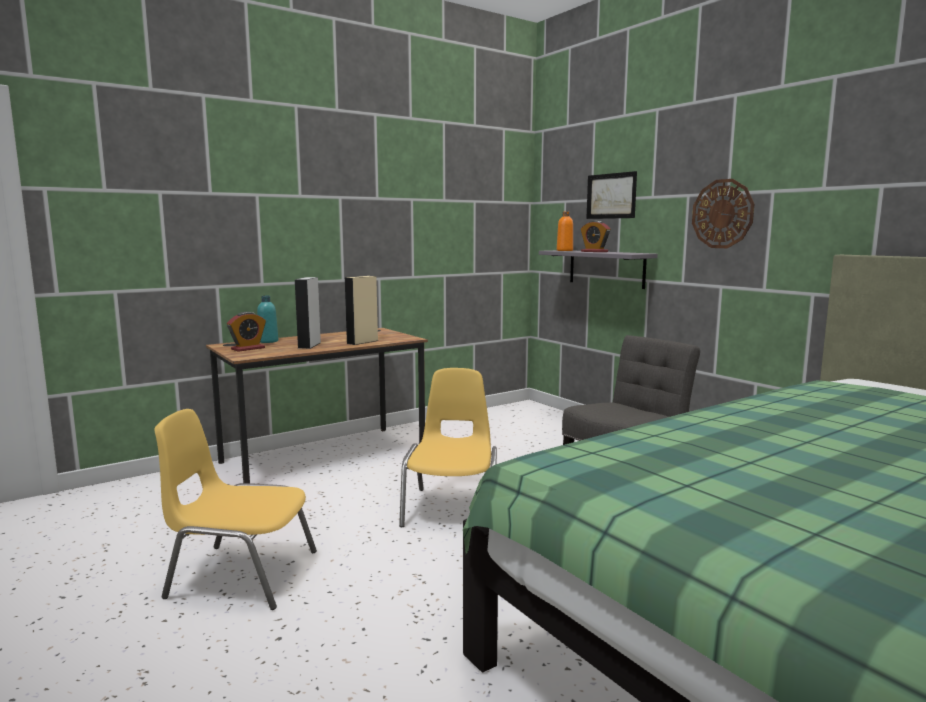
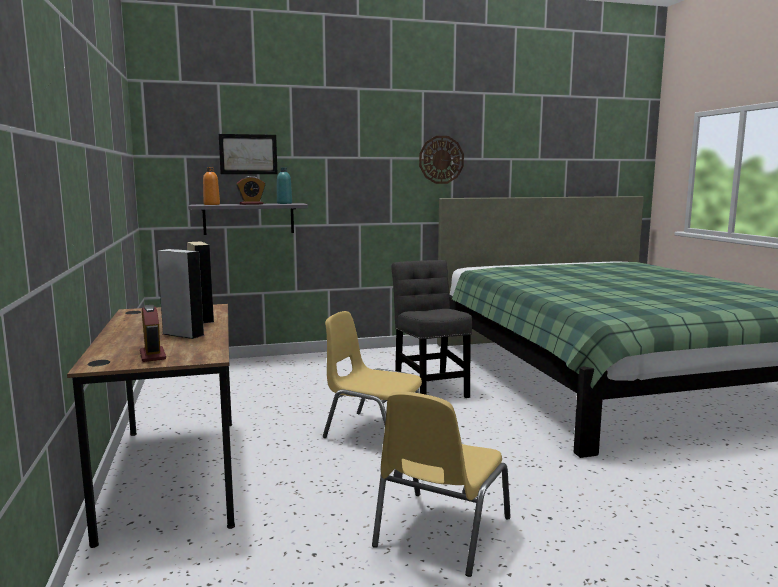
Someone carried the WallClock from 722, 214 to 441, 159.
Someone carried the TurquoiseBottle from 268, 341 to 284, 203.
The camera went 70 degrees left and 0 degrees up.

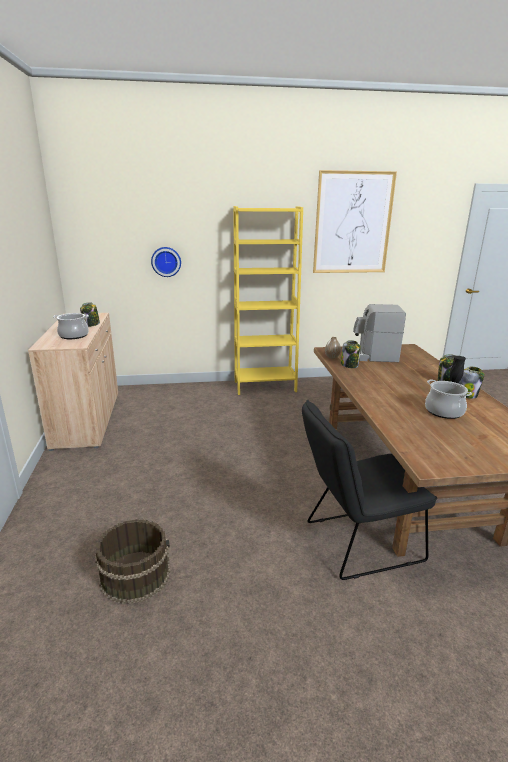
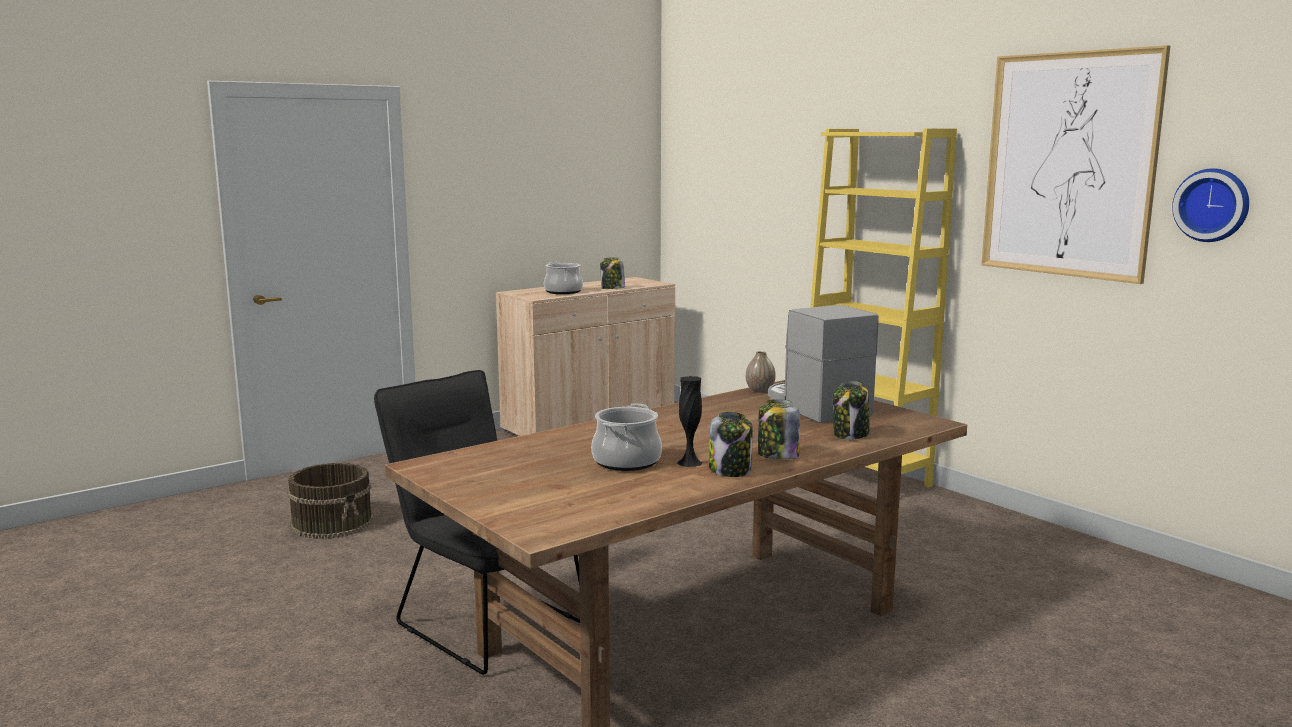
Someone carried the WallClock from 166, 261 to 1212, 205.
Someone carried the Jar from 349, 365 to 851, 434.
The camera went 60 degrees right and 10 degrees down.

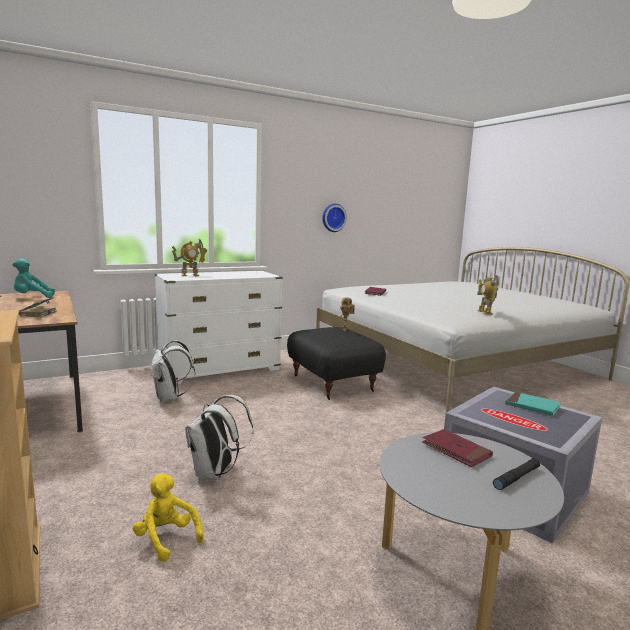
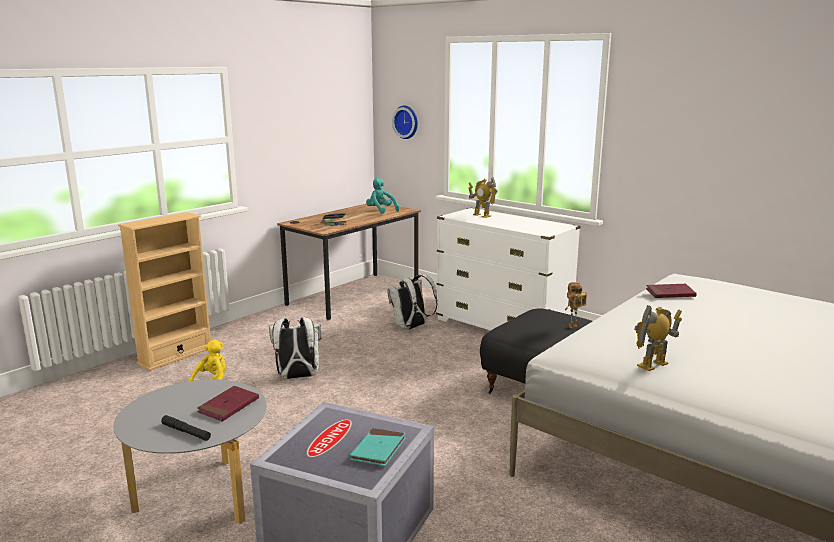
Someone carried the WallClock from 333, 217 to 407, 122.
The camera went 70 degrees right and 5 degrees up.

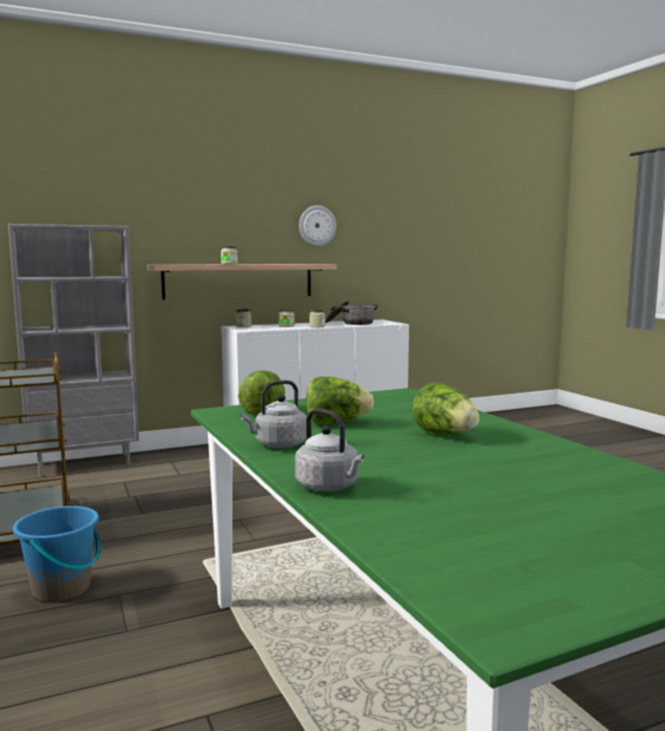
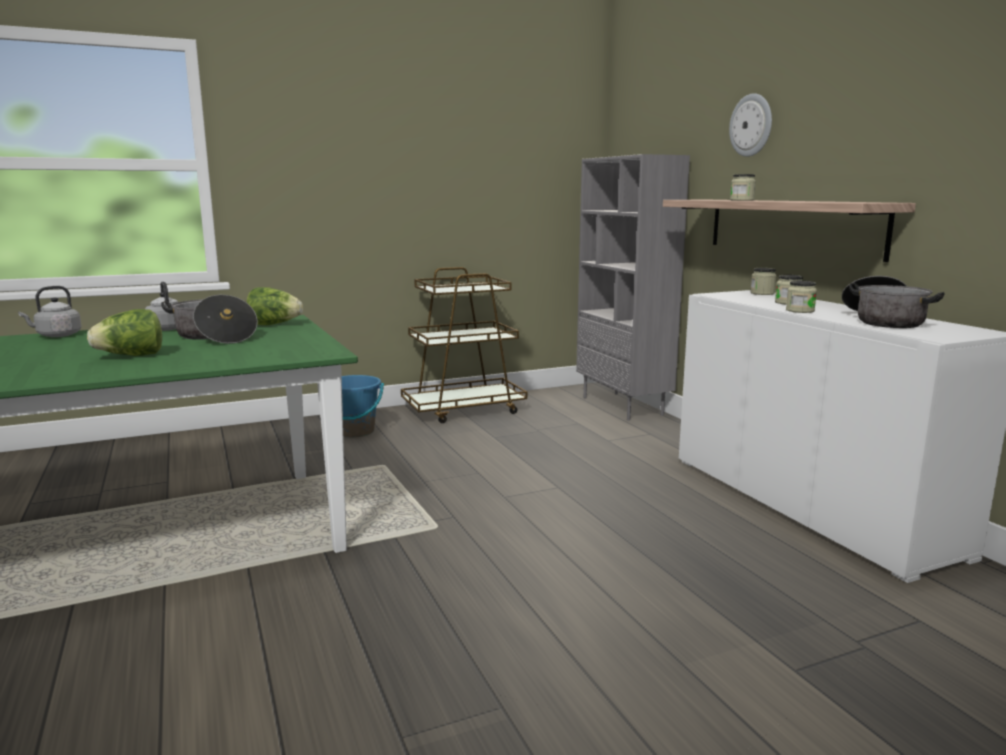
Someone carried the WallClock from 317, 226 to 751, 125.
Someone swapped the Lettuce at 336, 423 for the CookingPot at 214, 336.
The camera went 90 degrees right and 5 degrees up.

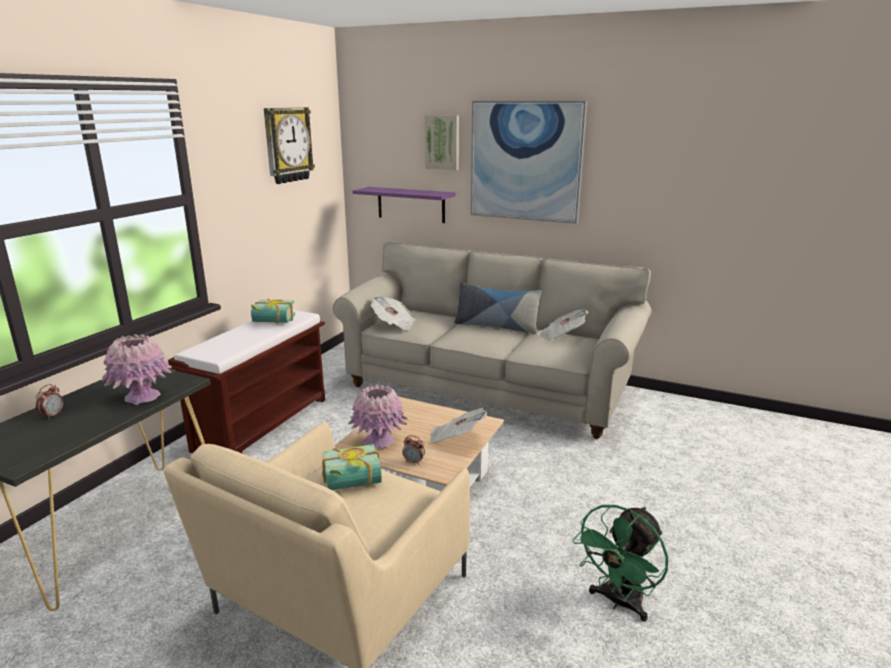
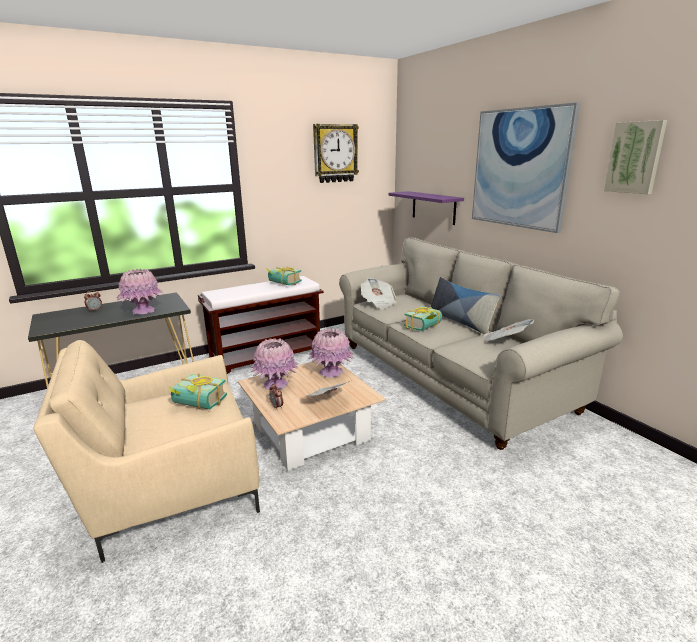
Someone carried the Picture from 442, 142 to 635, 157.
Someone took away the GreenFan at 619, 602.
Someone put down the Book at 425, 327.
Someone put down the PinkVase at 331, 372.
The camera went 35 degrees right and 0 degrees up.

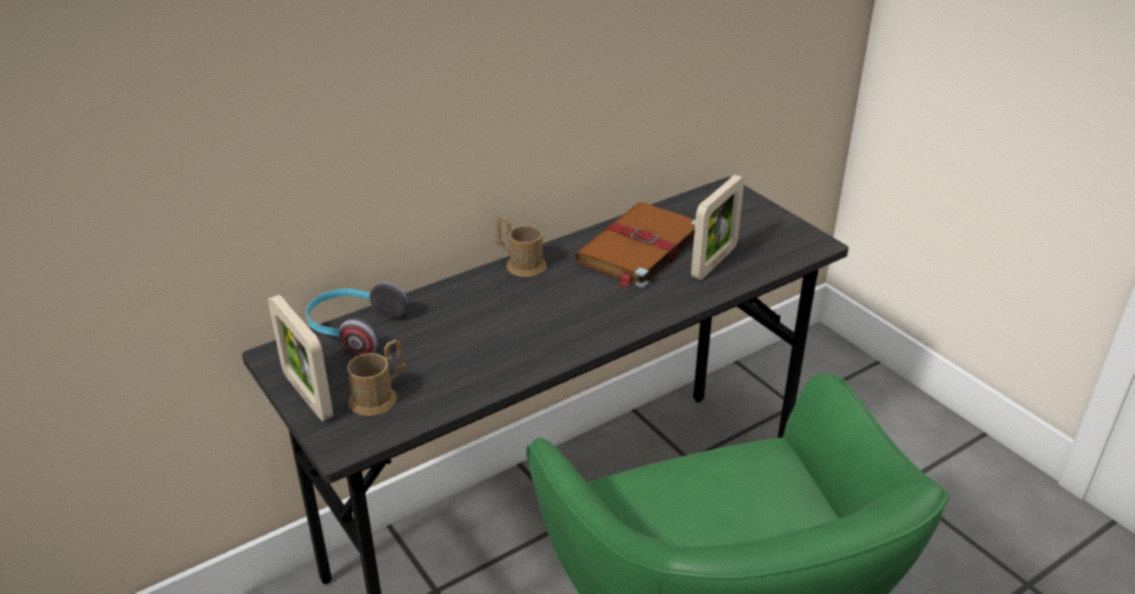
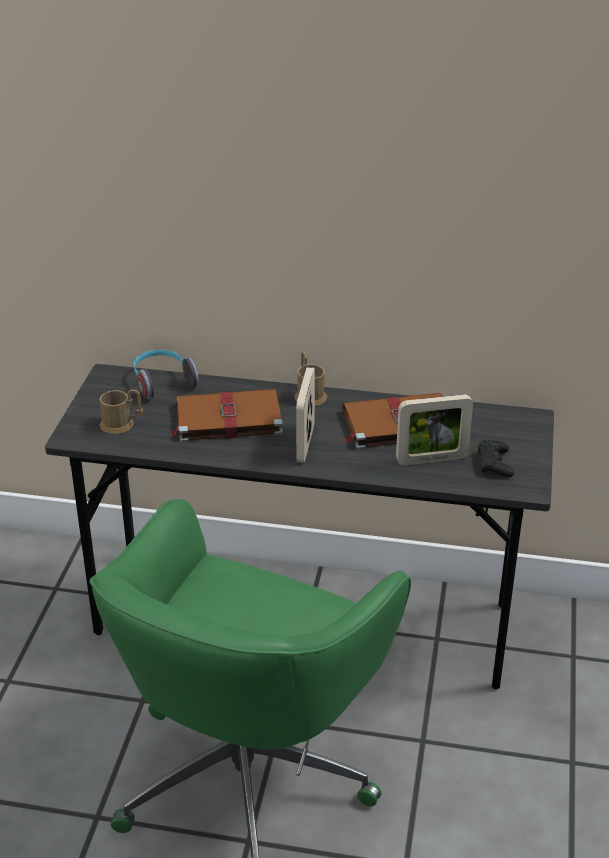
Someone carried the PictureFrame from 307, 396 to 305, 443.
Someone put down the BrownBook at 226, 419.
Someone put down the BlackGameController at 494, 464.
The camera went 45 degrees right and 0 degrees up.

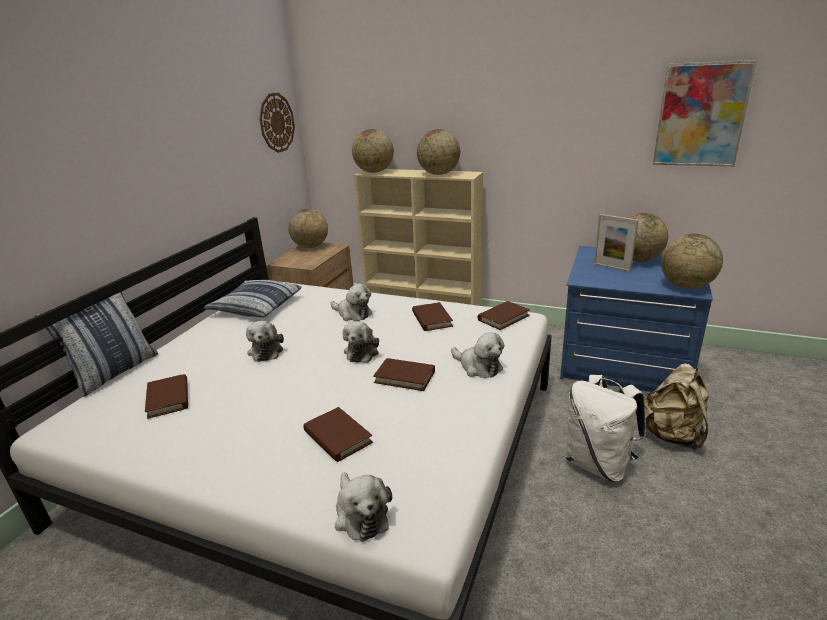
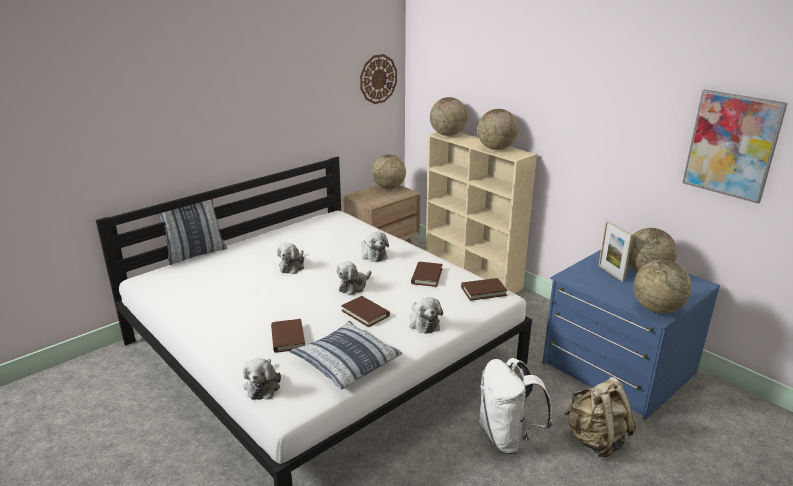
Someone carried the Pillow from 256, 306 to 346, 362.
Someone took away the BrownBook at 168, 398.
The camera went 25 degrees right and 0 degrees up.

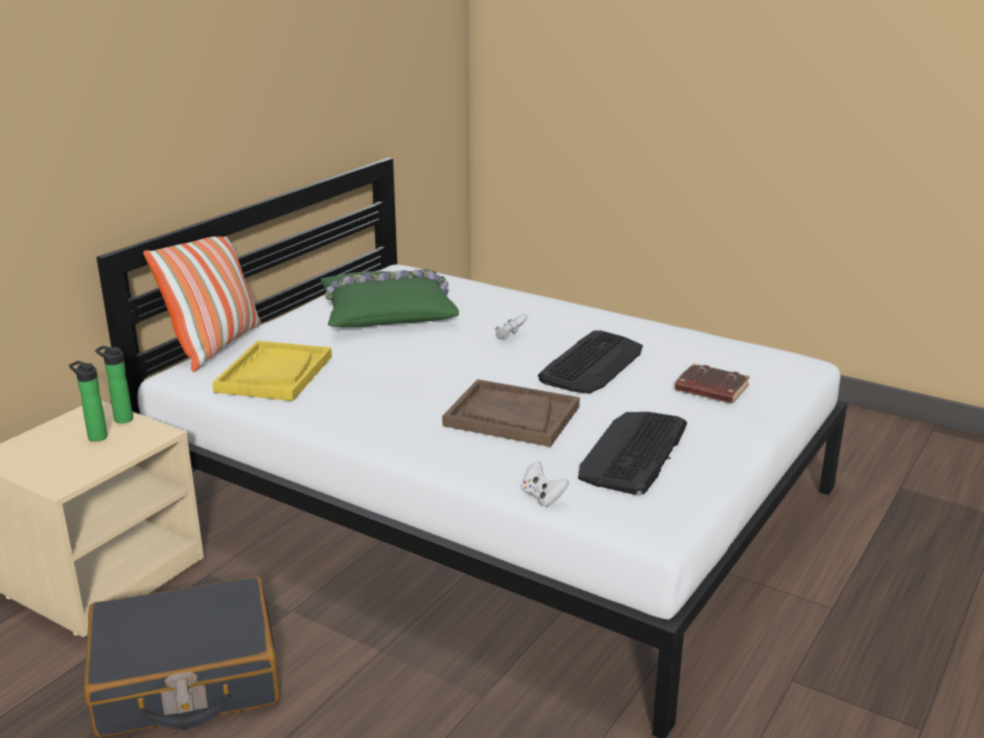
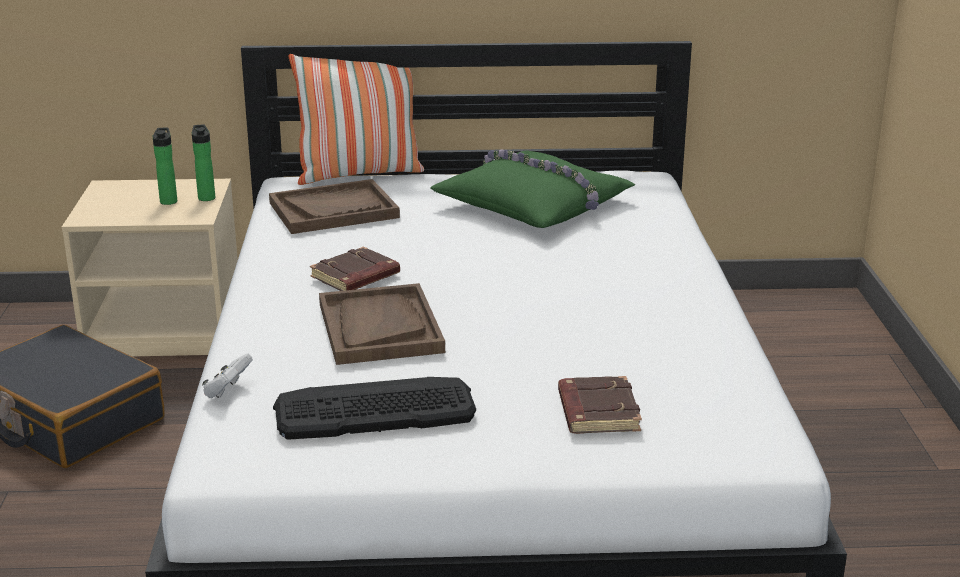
Someone took away the WhiteGameController at 510, 336.
Someone took away the Keyboard at 592, 363.
Someone repainted the YellowTray at 274, 373, which became the BrownTray at 334, 210.
Someone put down the BrownBook at 355, 277.
The camera went 55 degrees right and 0 degrees up.

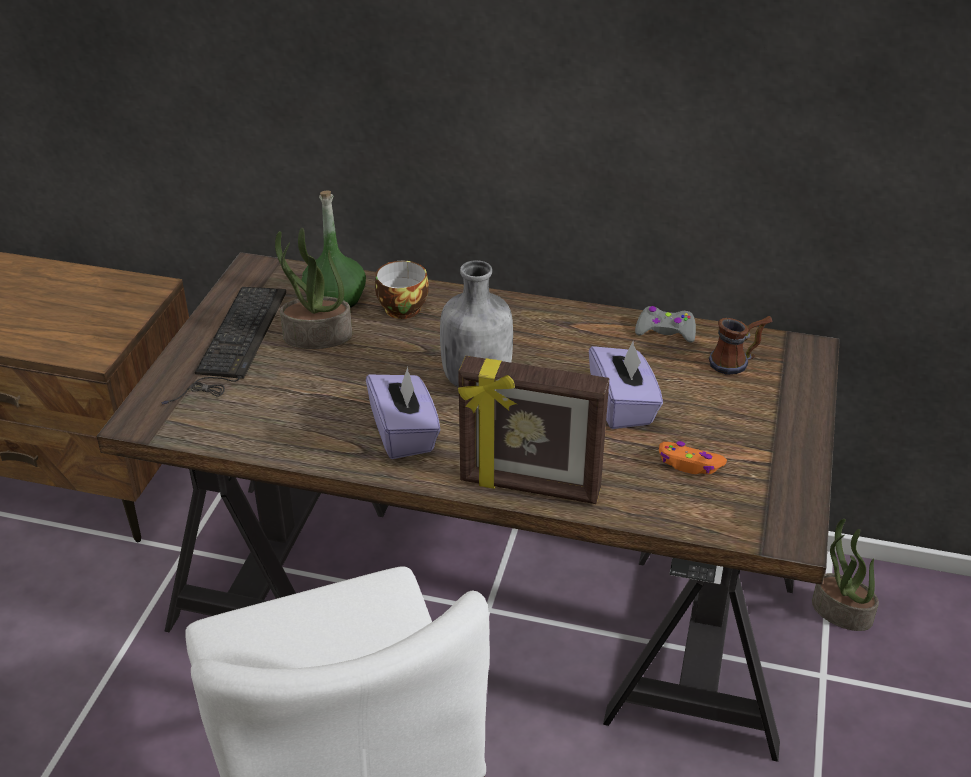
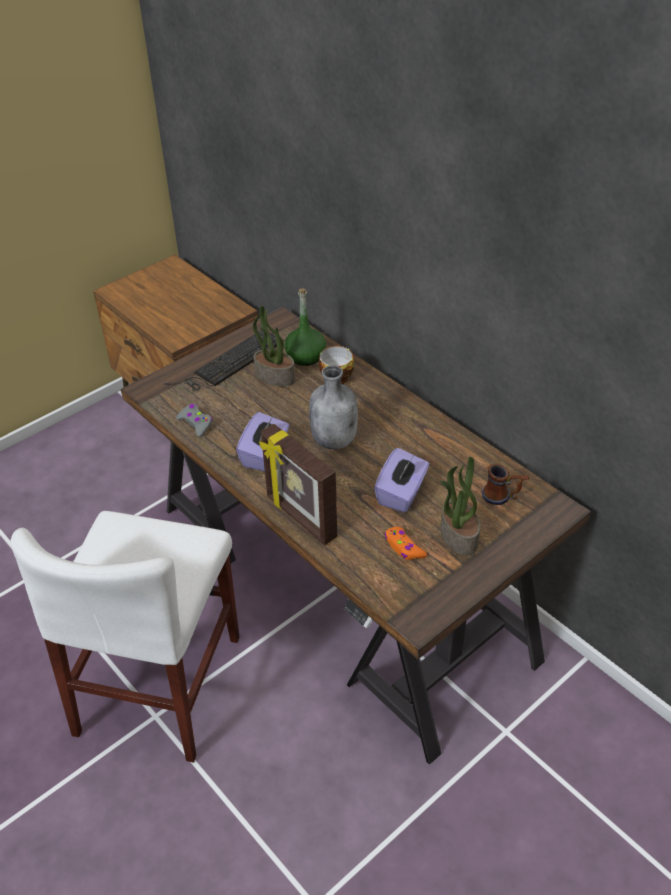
Someone carried the GreyGameController from 665, 331 to 196, 423.
Someone carried the PottedPlant from 840, 612 to 457, 536.
The camera went 35 degrees right and 5 degrees up.

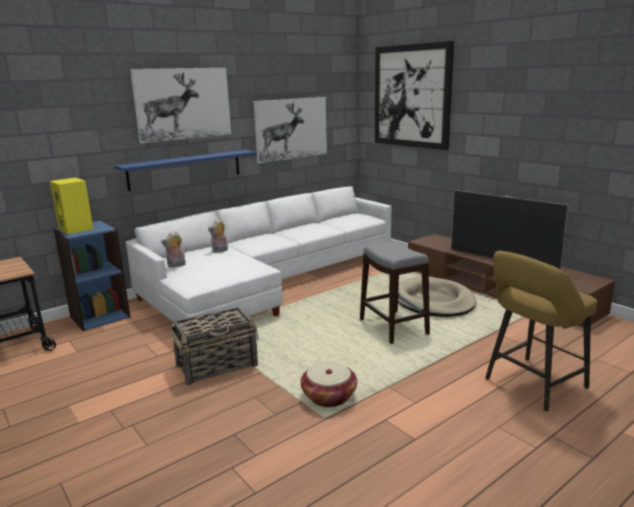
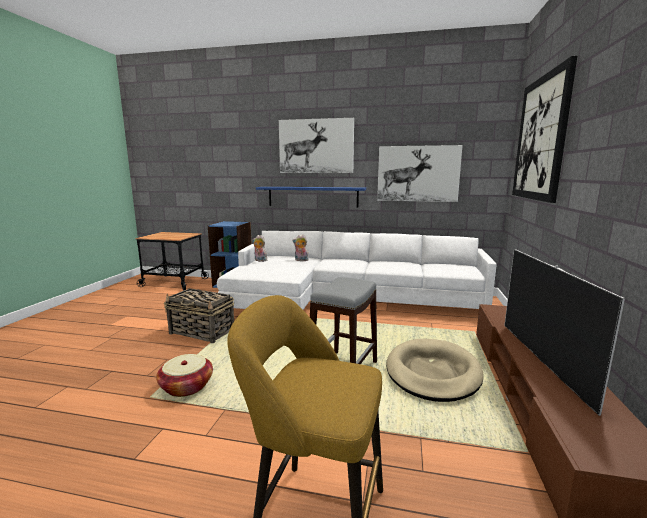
Someone took away the YellowSpeaker at 77, 229.
The camera went 50 degrees right and 5 degrees down.

